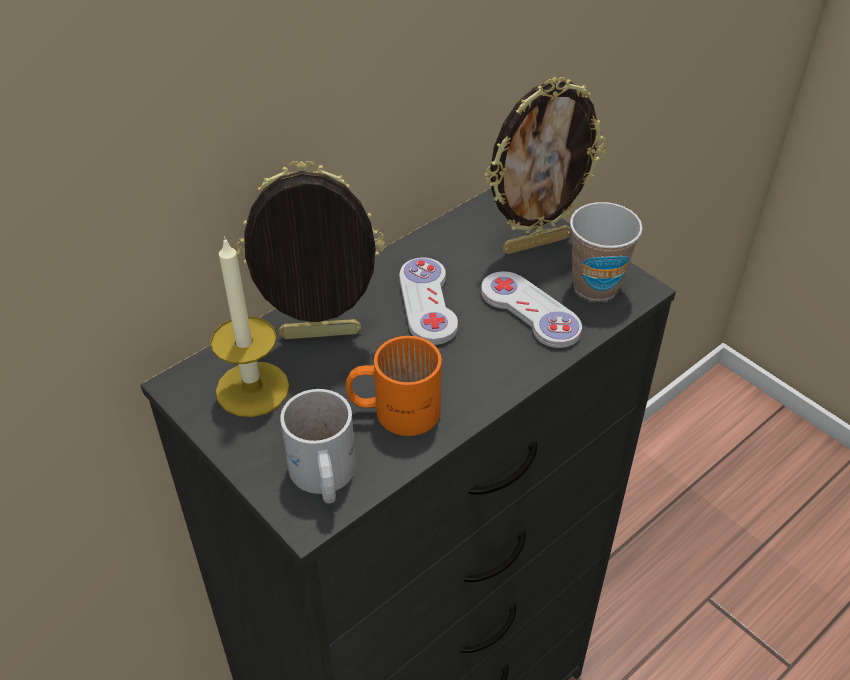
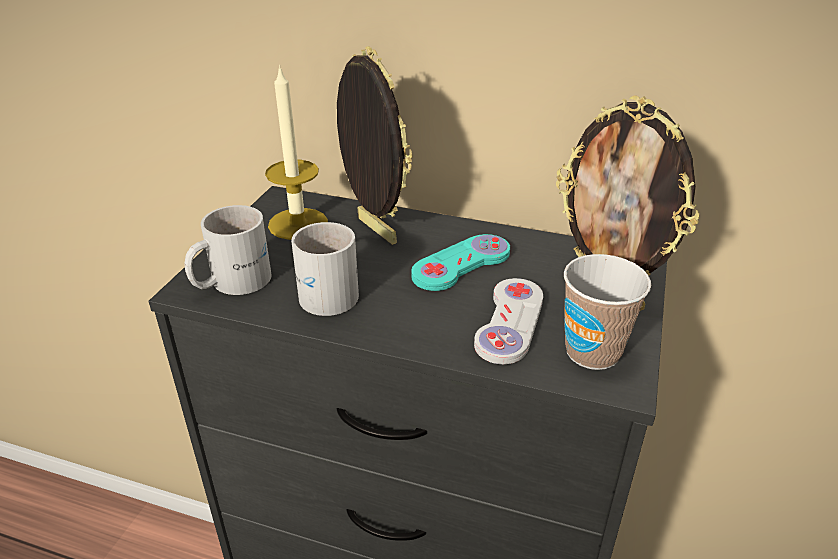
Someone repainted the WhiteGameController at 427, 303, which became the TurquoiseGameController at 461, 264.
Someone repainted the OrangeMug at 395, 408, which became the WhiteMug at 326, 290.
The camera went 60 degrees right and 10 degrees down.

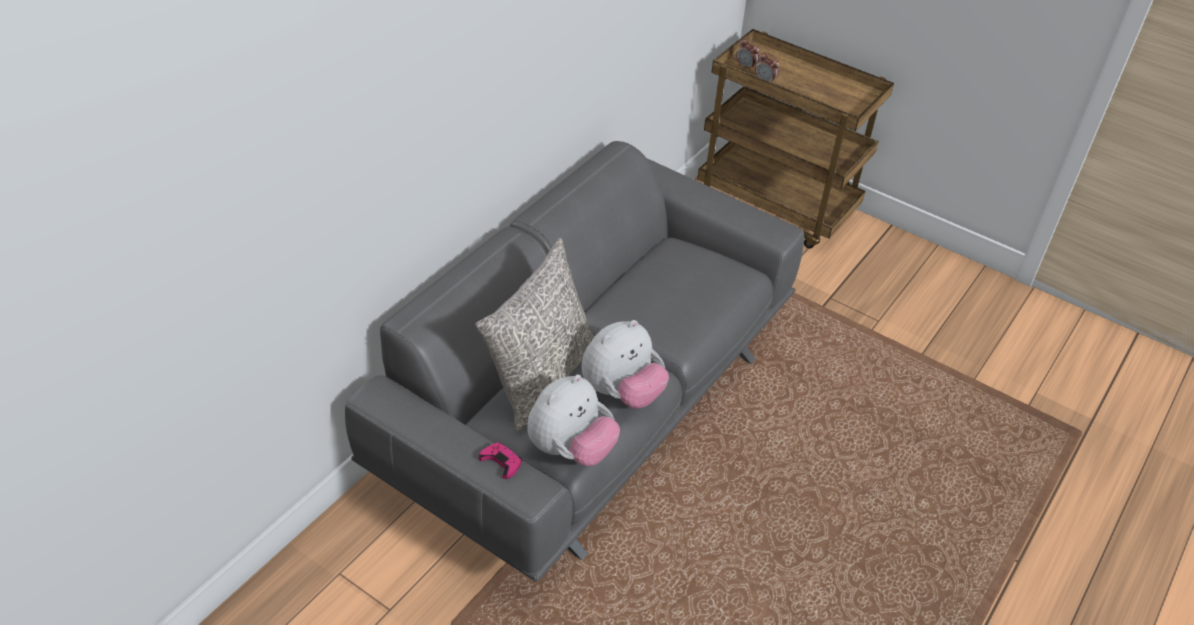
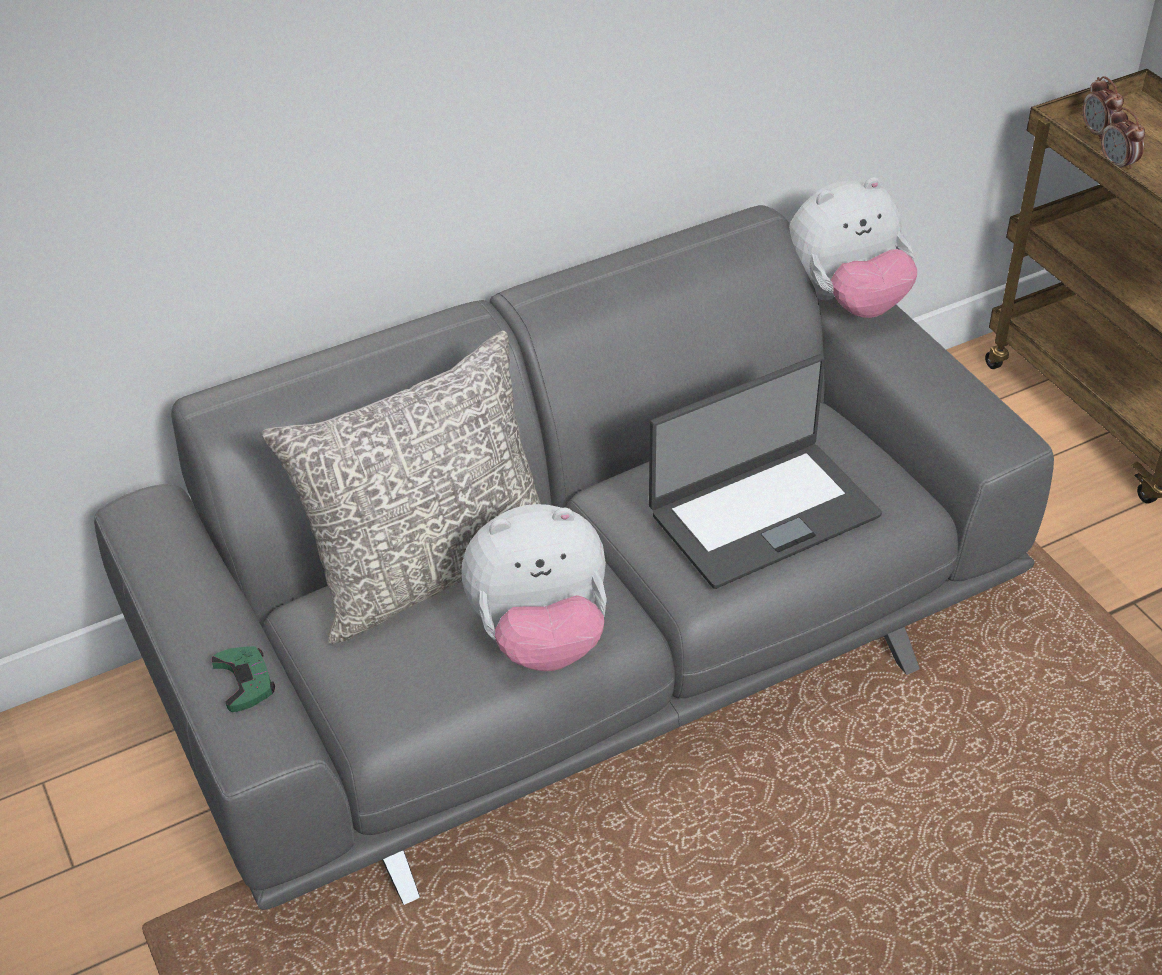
Someone carried the PlushToy from 571, 449 to 846, 301.
Someone repainted the PinkGameController at 501, 462, which became the GreenGameController at 245, 681.
Someone put down the Laptop at 762, 513.
The camera went 30 degrees right and 0 degrees up.

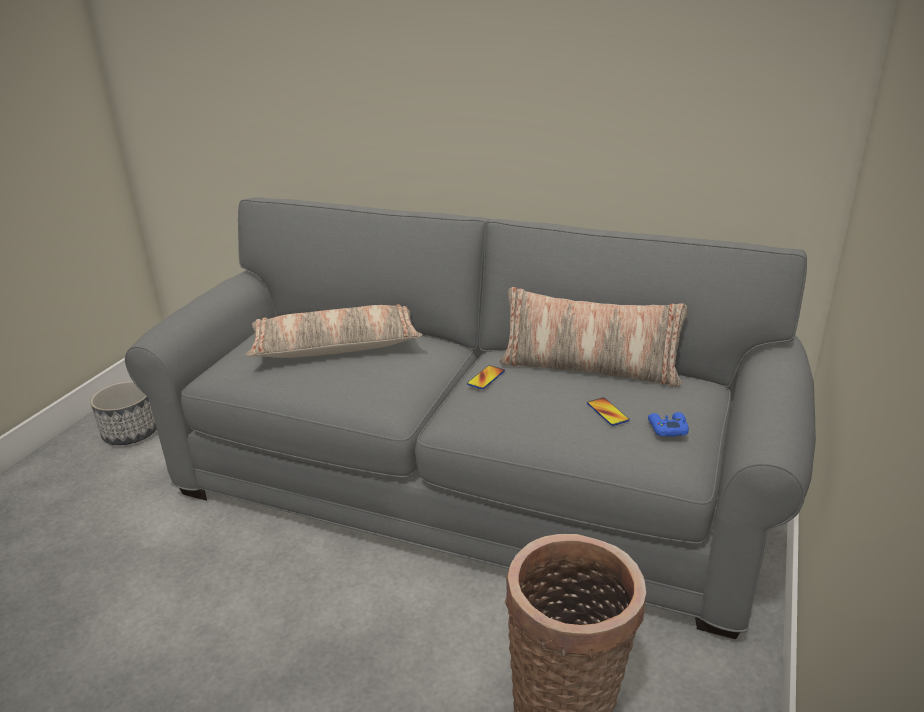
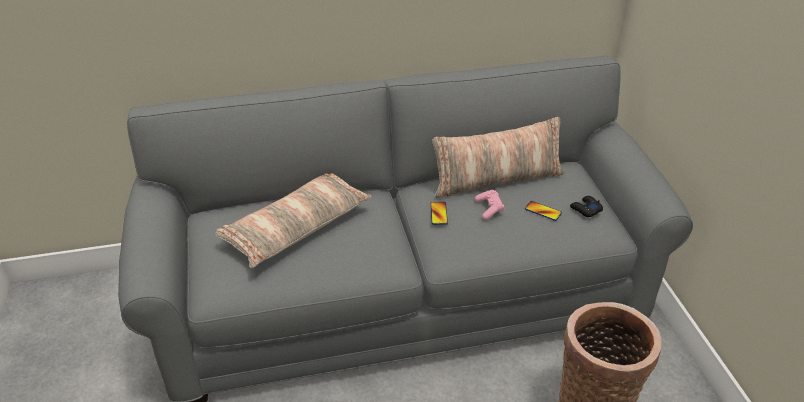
Someone took away the Planter at 131, 433.
Someone repainted the BlueGameController at 667, 428, which became the BlackGameController at 585, 209.
Someone put down the PinkGameController at 489, 209.
The camera went 35 degrees left and 10 degrees up.

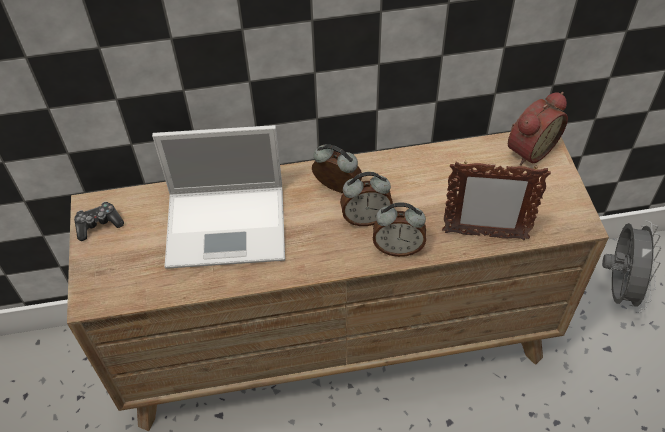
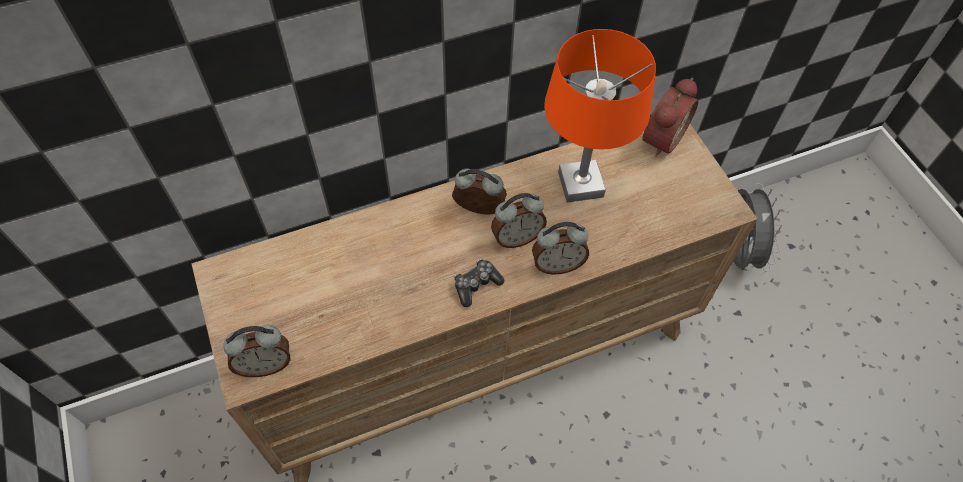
Someone took away the Laptop at 229, 225.
Someone took away the PictureFrame at 484, 235.
Someone carried the GameController from 99, 224 to 476, 285.
Someone put down the OrangeTableLamp at 580, 184.
Someone put down the AlarmClock at 265, 364.
The camera went 15 degrees left and 5 degrees up.

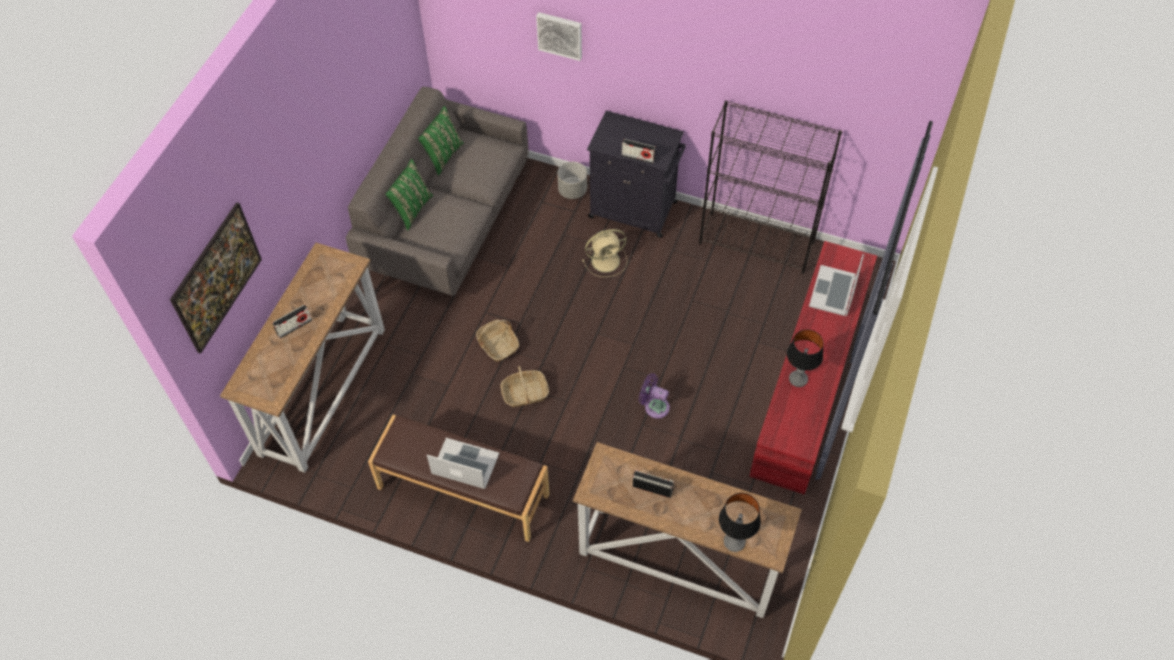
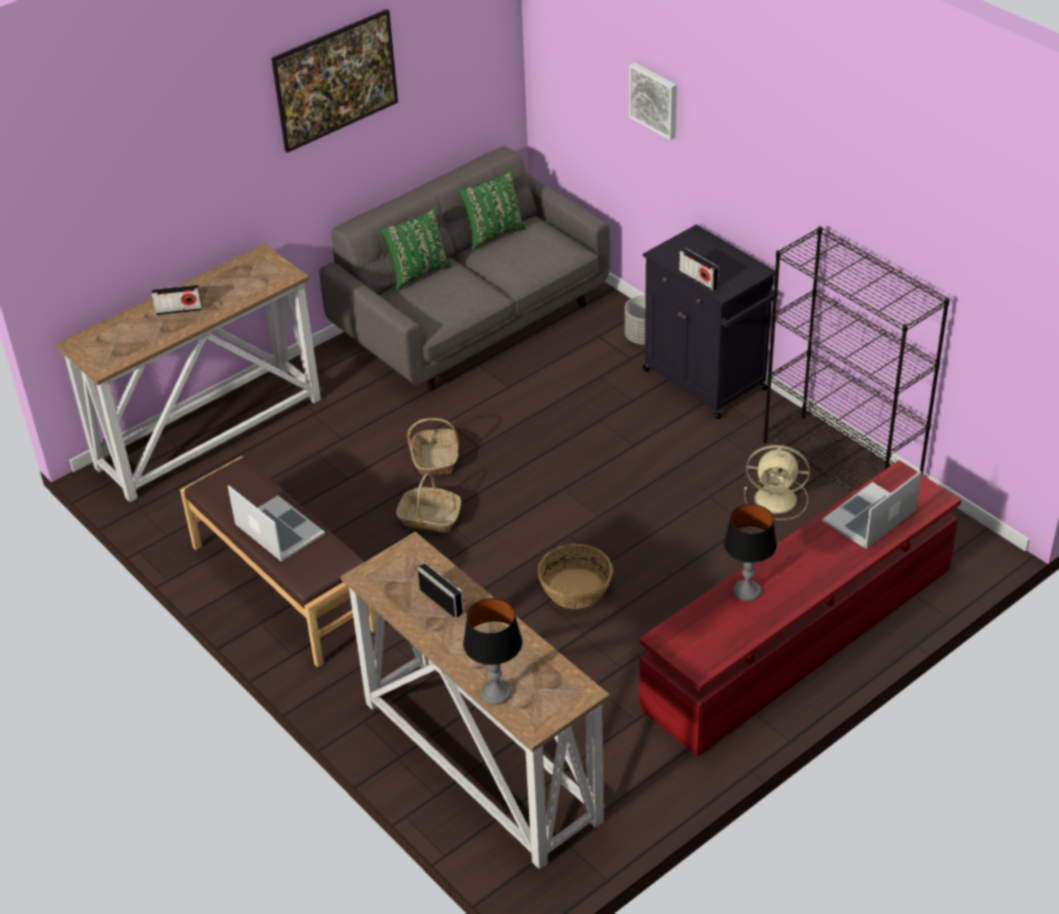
Someone carried the Picture from 223, 291 to 338, 103.
Someone carried the BeigeFan from 607, 260 to 777, 499.
Someone swapped the PurpleFan at 654, 406 for the Basket at 575, 589.
The camera went 30 degrees right and 15 degrees down.

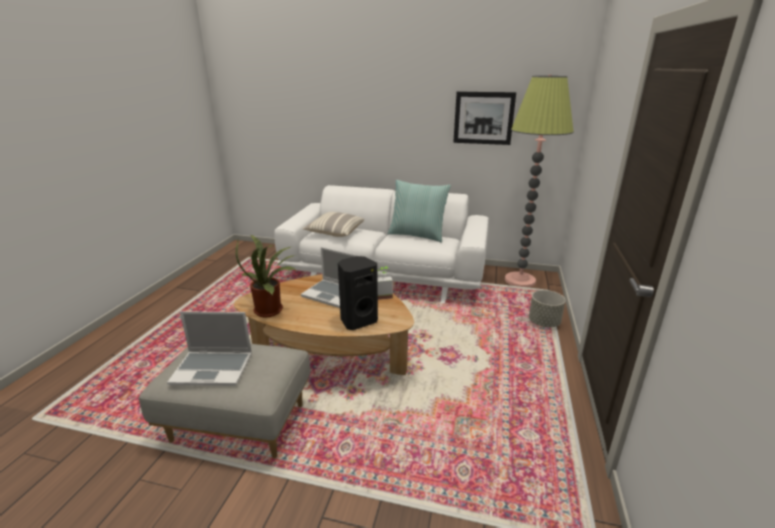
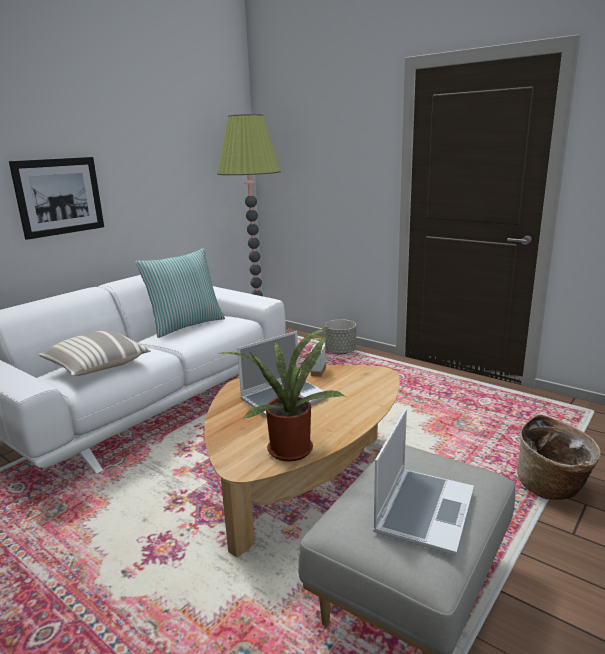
Someone carried the Picture from 483, 118 to 59, 196.
Someone took away the BlackSpeaker at 358, 320.
Someone put down the Basket at 552, 487.
The camera went 65 degrees left and 5 degrees down.

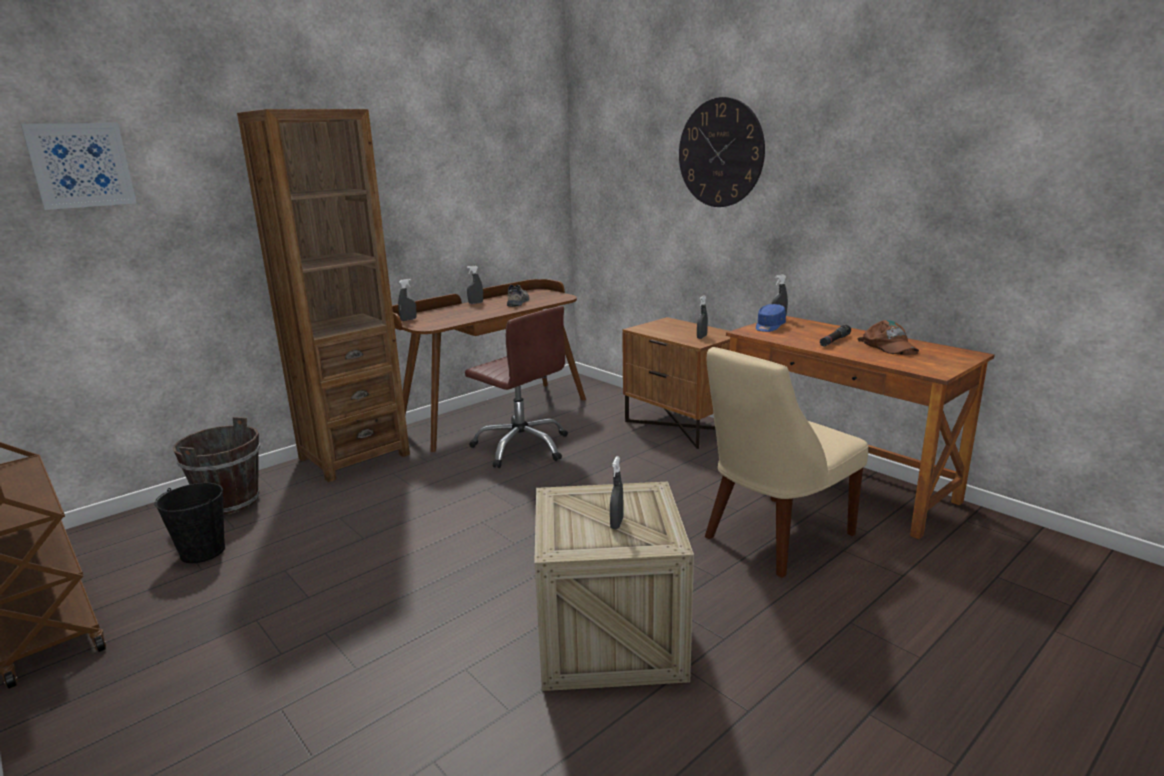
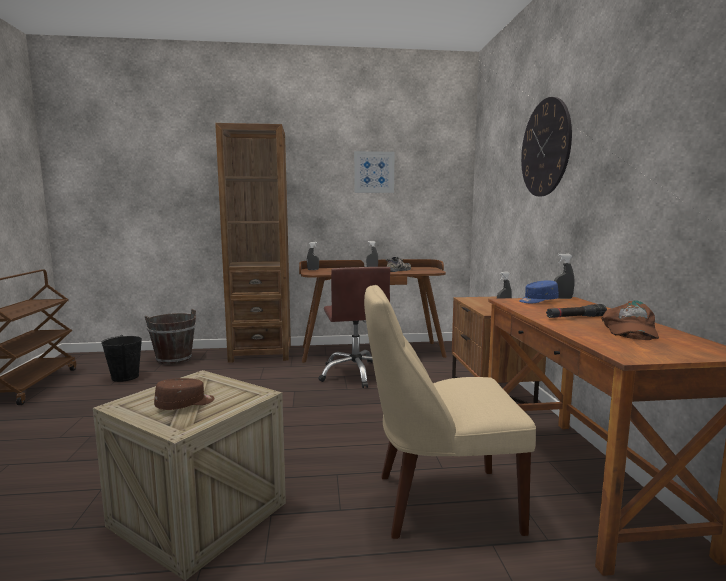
Someone carried the Picture from 81, 165 to 374, 172.
Someone swapped the GreySprayBottle at 616, 523 for the BrownCap at 185, 404.
The camera went 35 degrees right and 10 degrees down.

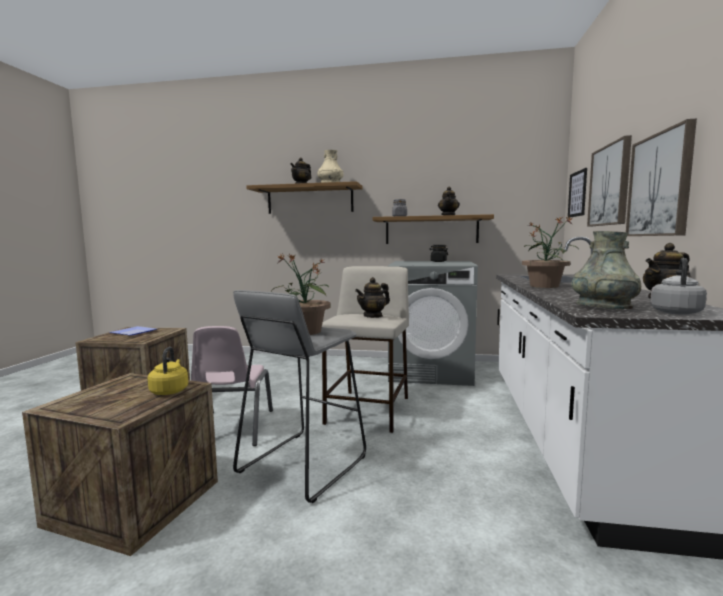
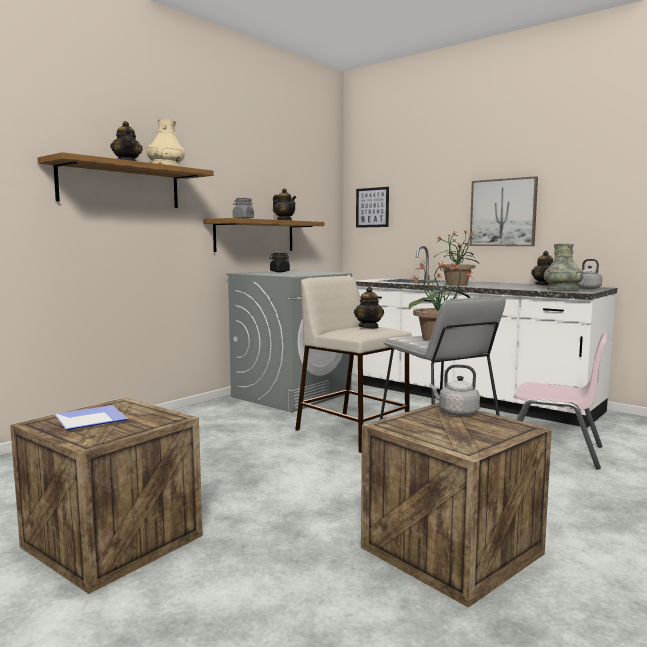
Someone took away the Picture at 610, 185.
Someone carried the PinkChair from 232, 428 to 553, 451.
Someone repainted the YellowKettle at 170, 391, which became the GreyKettle at 456, 412.
The camera went 60 degrees left and 0 degrees up.

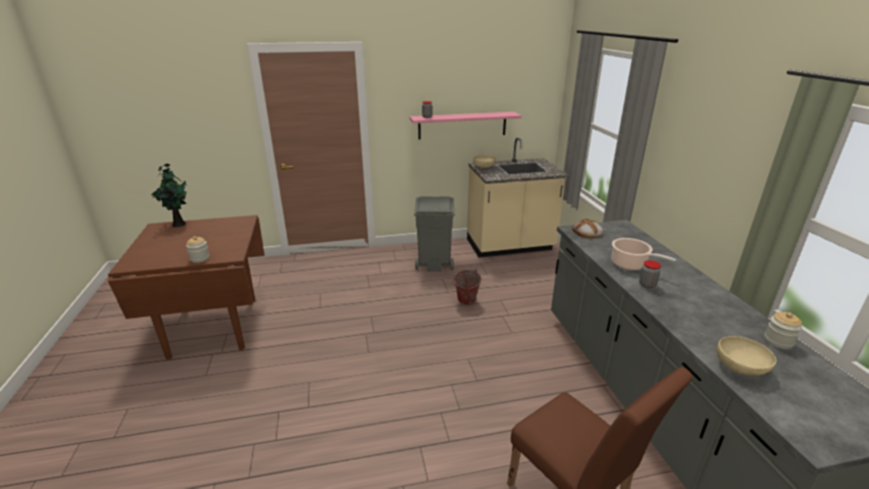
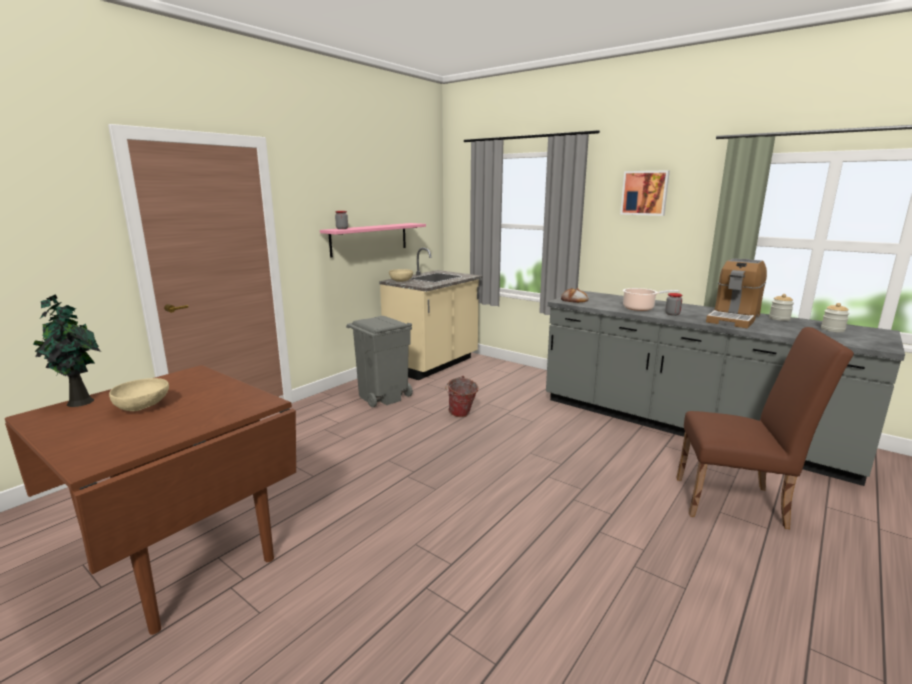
Someone carried the Jar from 200, 258 to 832, 329.
Someone carried the BeigeBowl from 741, 367 to 143, 407.
Someone put up the Picture at 645, 193.
Someone put down the CoffeeMachine at 733, 318.
The camera went 40 degrees left and 10 degrees down.

